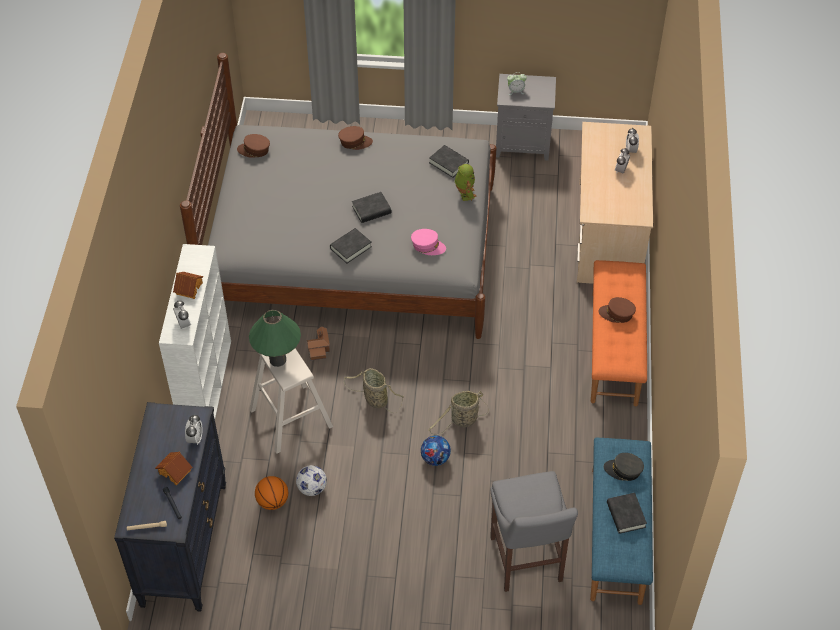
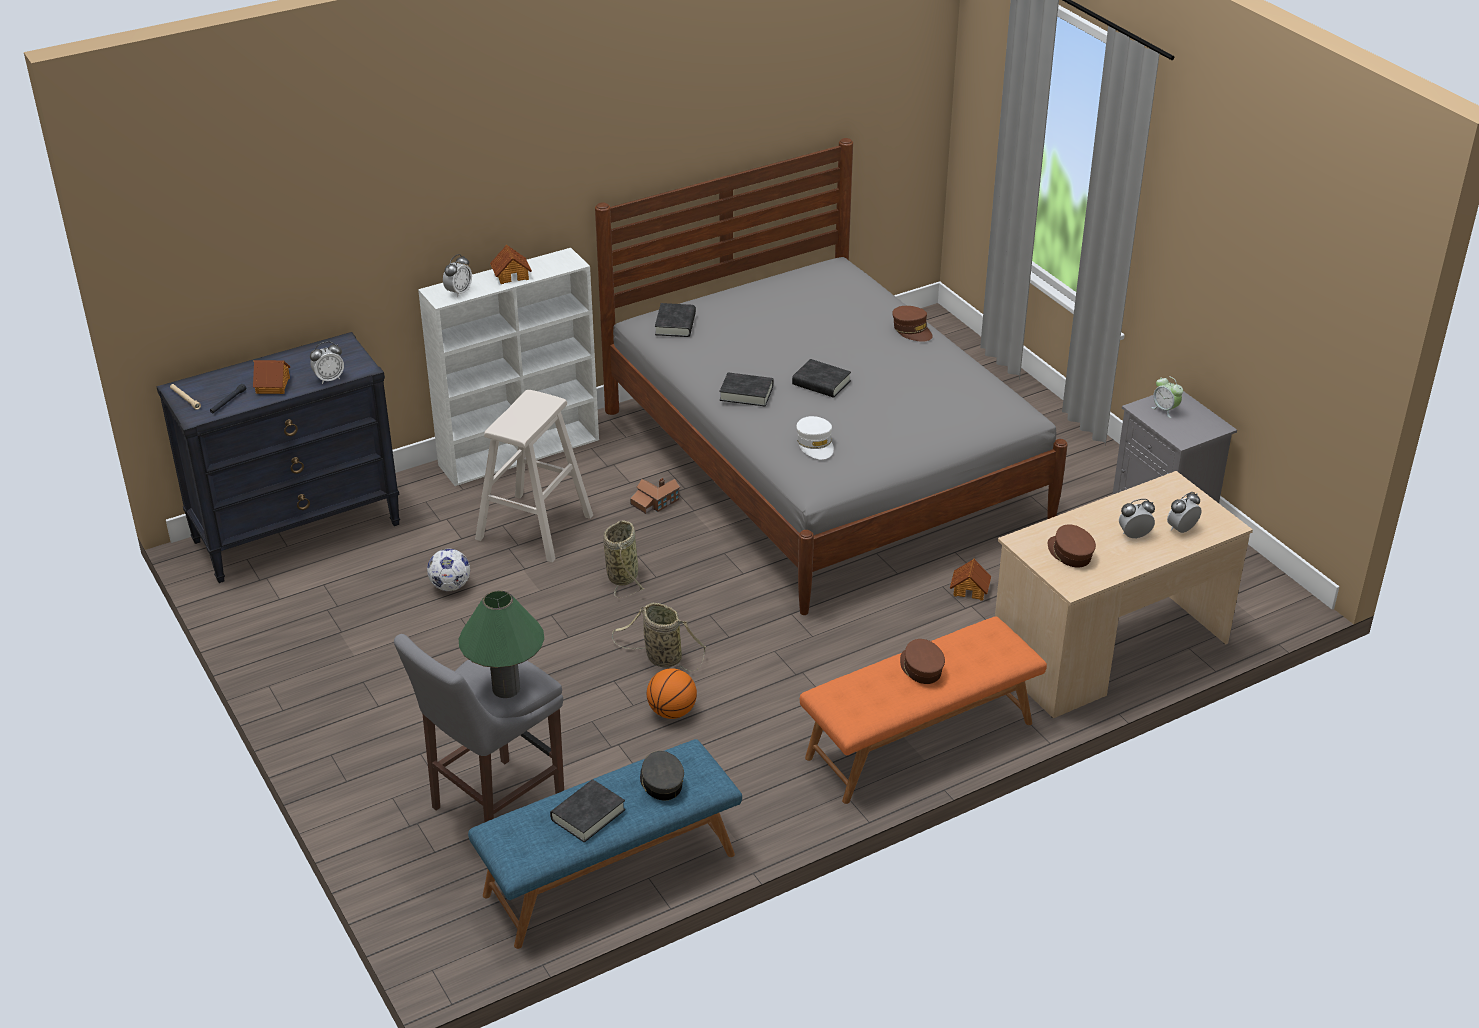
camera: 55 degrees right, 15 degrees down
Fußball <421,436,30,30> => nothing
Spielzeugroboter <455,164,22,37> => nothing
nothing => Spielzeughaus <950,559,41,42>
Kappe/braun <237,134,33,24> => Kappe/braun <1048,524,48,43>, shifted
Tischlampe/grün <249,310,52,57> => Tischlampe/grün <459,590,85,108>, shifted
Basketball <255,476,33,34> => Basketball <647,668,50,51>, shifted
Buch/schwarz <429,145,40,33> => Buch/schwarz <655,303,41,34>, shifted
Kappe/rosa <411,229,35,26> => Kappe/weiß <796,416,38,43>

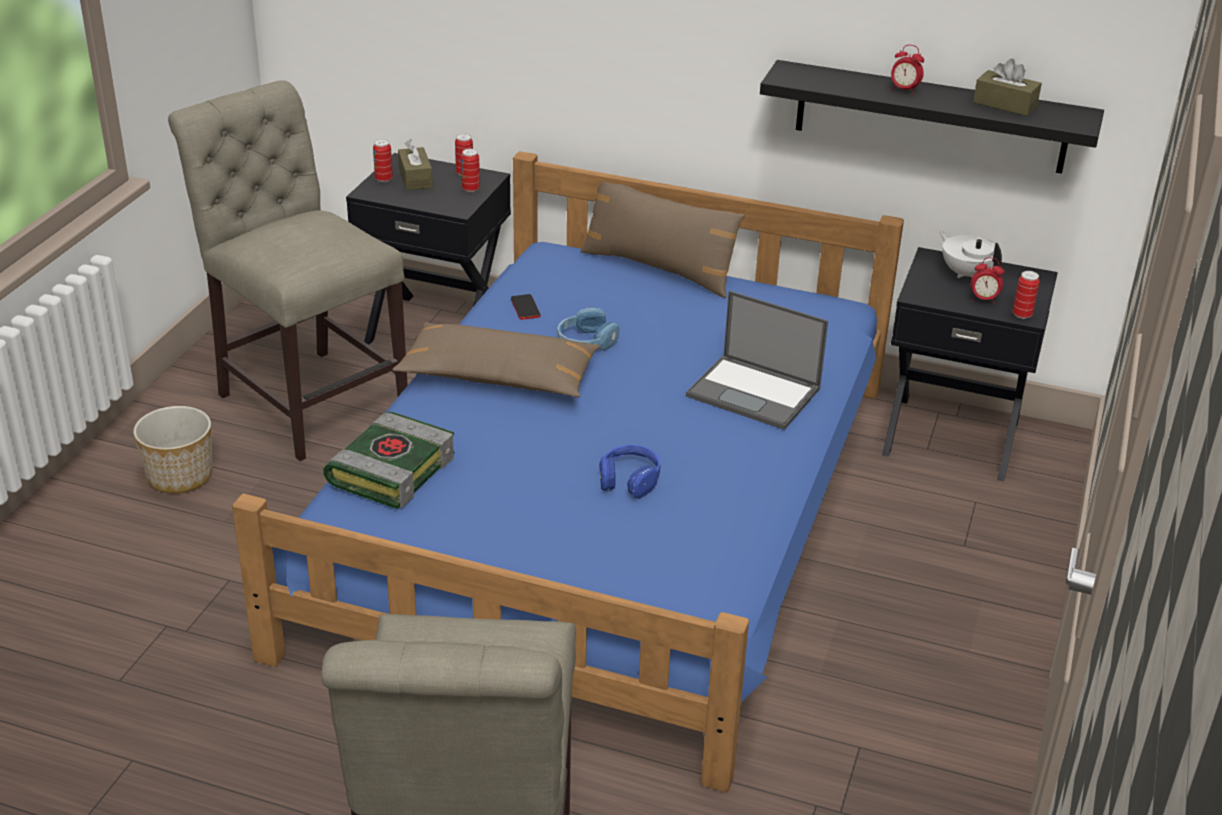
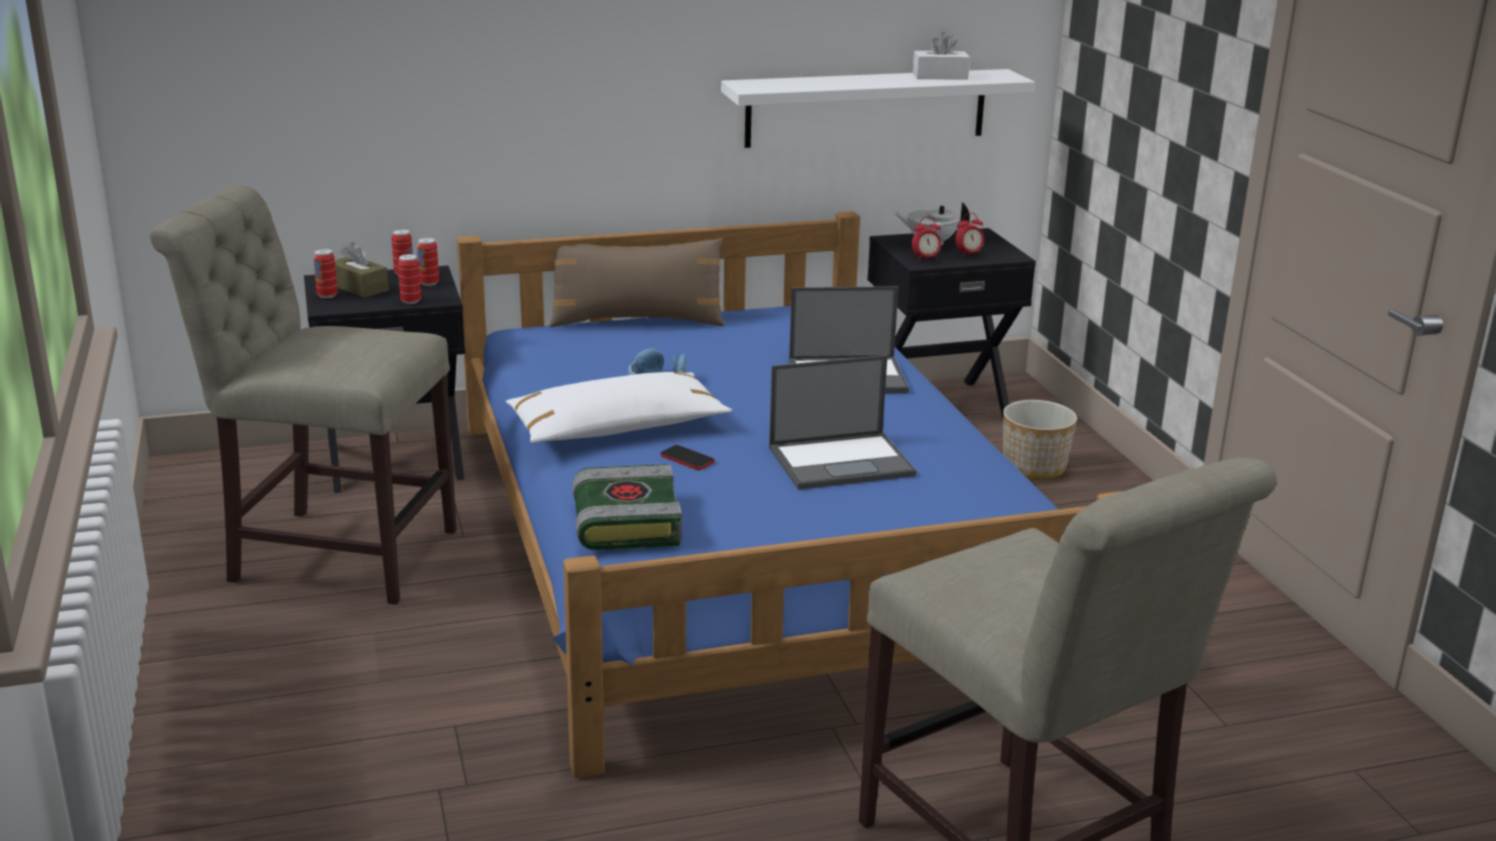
camera: 35 degrees left, 10 degrees down
Pflanzkübel <133,406,80,88> => Pflanzkübel <1003,400,74,80>, shifted
Handy <511,294,29,26> => Handy <660,445,55,25>, shifted
Wecker <891,45,33,49> => Wecker <912,217,29,44>, shifted
Dose <1013,271,27,48> => Dose <398,254,23,50>, shifted
Kopfhörer/blau <599,445,62,54> => Laptop <769,355,148,135>
Kissen/braun <393,322,207,75> => Kissen/weiß <506,372,226,71>
Wandregal/schwarz <760,60,344,114> => Wandregal/weiß <721,69,314,79>
Taschentuchbox/braun <973,58,69,58> => Taschentuchbox/weiß <913,32,57,48>

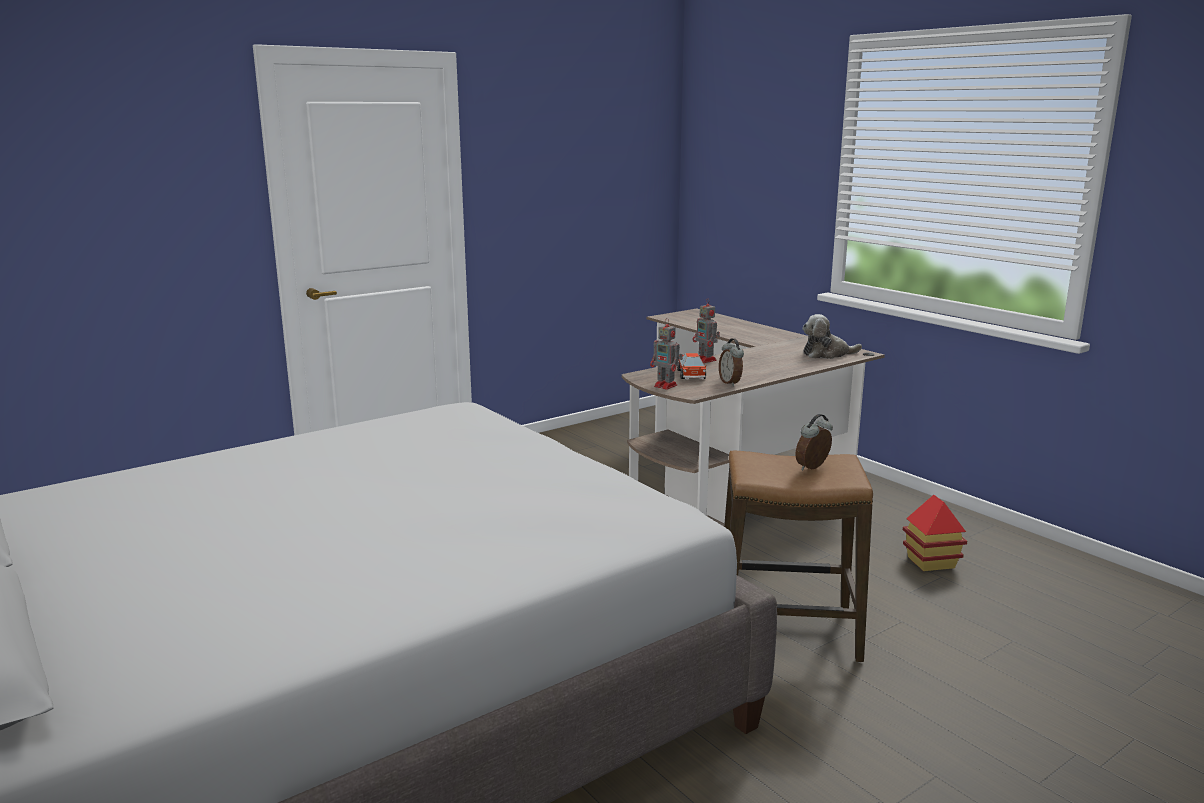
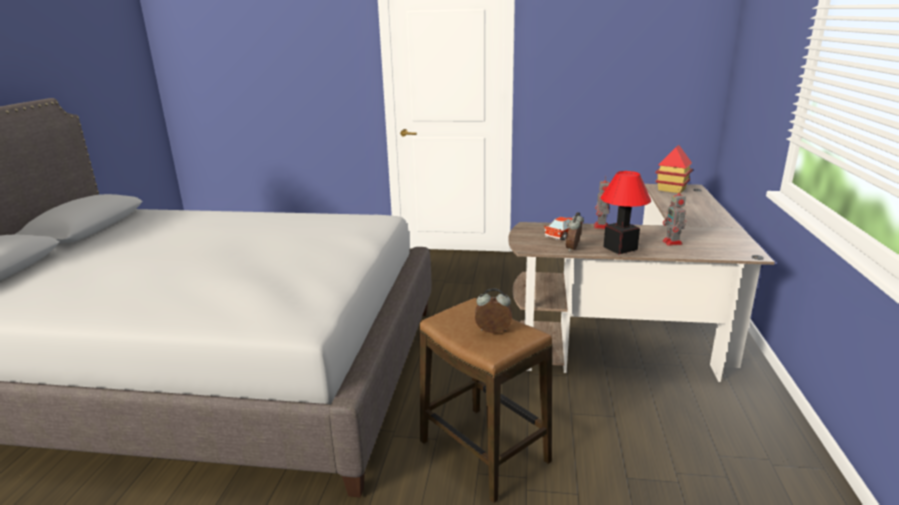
camera: 45 degrees right, 5 degrees up
Plüschtier <802,314,60,45> => nothing
nothing => Tischlampe <601,171,50,83>
Spielzeugroboter <650,318,33,72> => Spielzeugroboter <662,188,24,58>, shifted
Spielzeughaus <903,495,64,76> => Spielzeughaus <656,145,37,48>, shifted

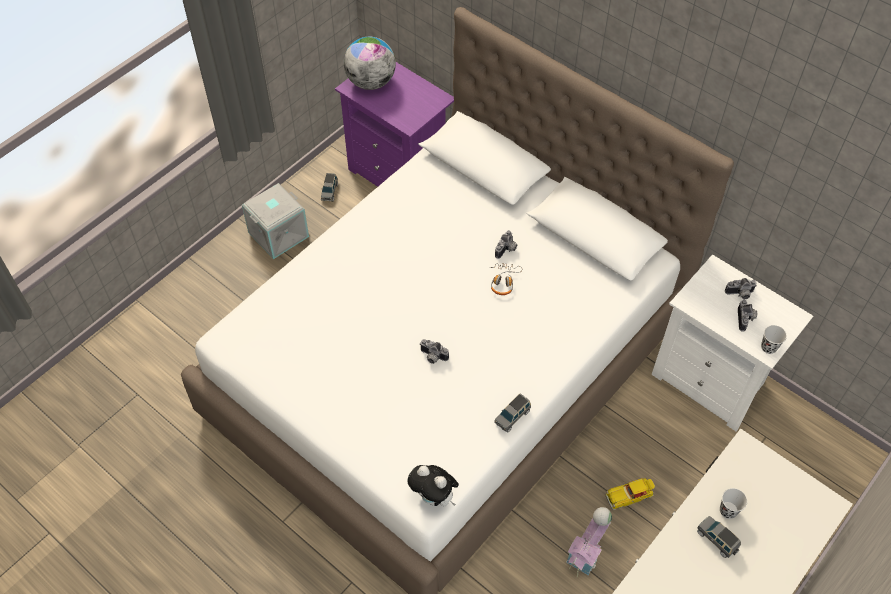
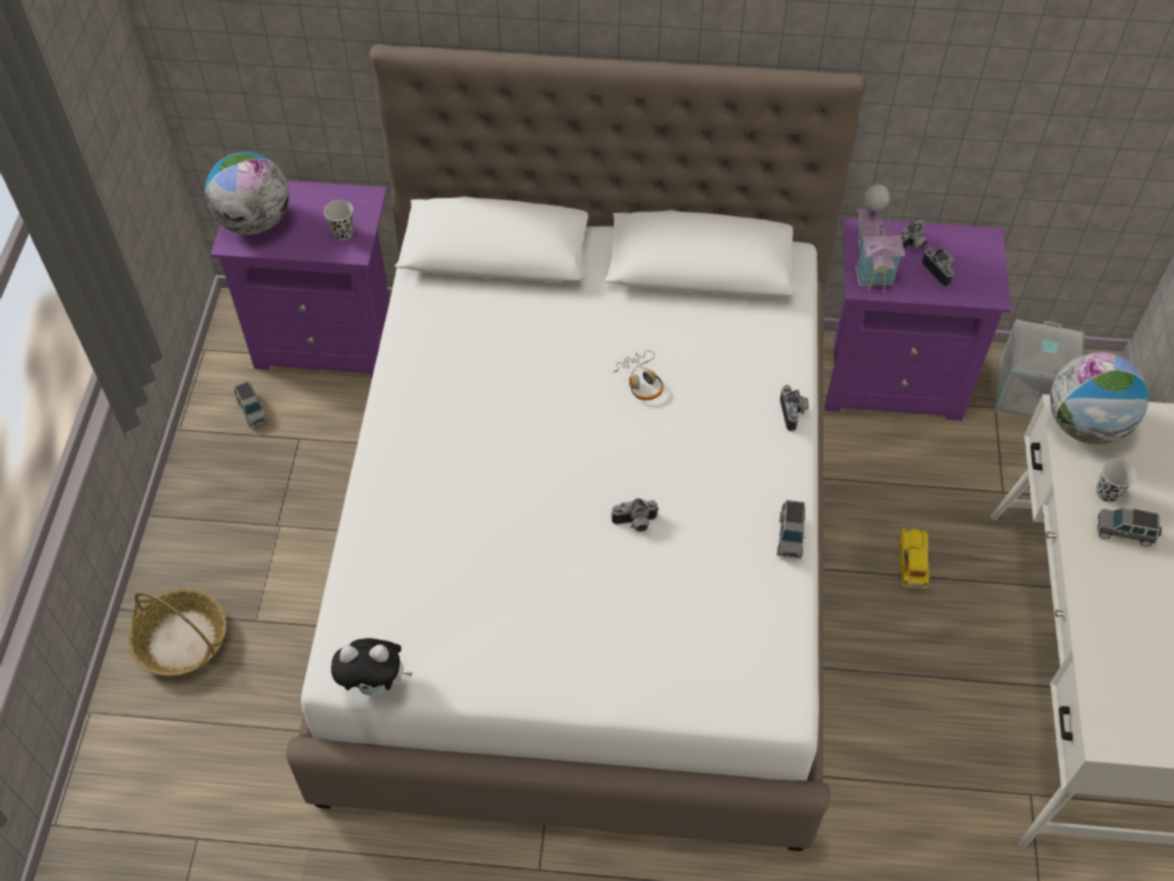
camera: 35 degrees left, 0 degrees up
nothing => Korb <128,588,98,88>
nothing => Globus <1050,352,98,93>
Aufbewahrungsbox/grau <242,183,67,76> => Aufbewahrungsbox/grau <994,319,90,100>, shifted
Plüschtier <408,465,51,41> => Plüschtier <331,638,82,58>, shifted
Kamera <495,230,22,29> => Kamera <780,385,29,47>, shifted
Spielzeughaus <566,507,46,71> => Spielzeughaus <855,184,50,109>, shifted
Tasse/schwarz <761,325,26,29> => Tasse/schwarz <324,200,29,40>, shifted
Nachttisch/weiß <652,254,161,177> => Nachttisch/lila <824,218,187,203>
Spielzeugauto <606,478,49,32> => Spielzeugauto <899,528,33,61>, 150 degrees clockwise

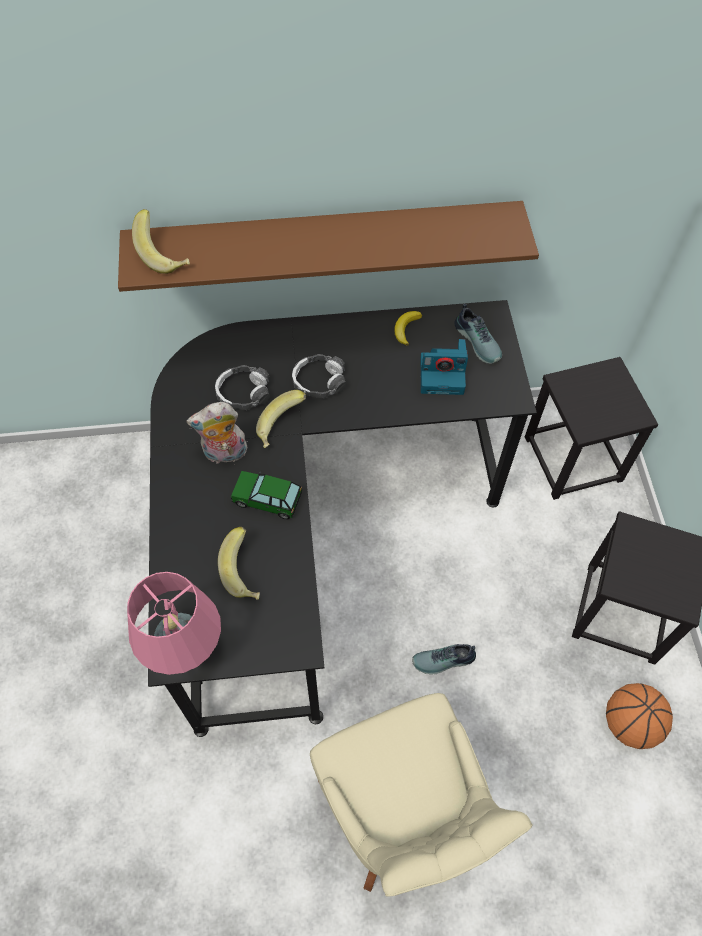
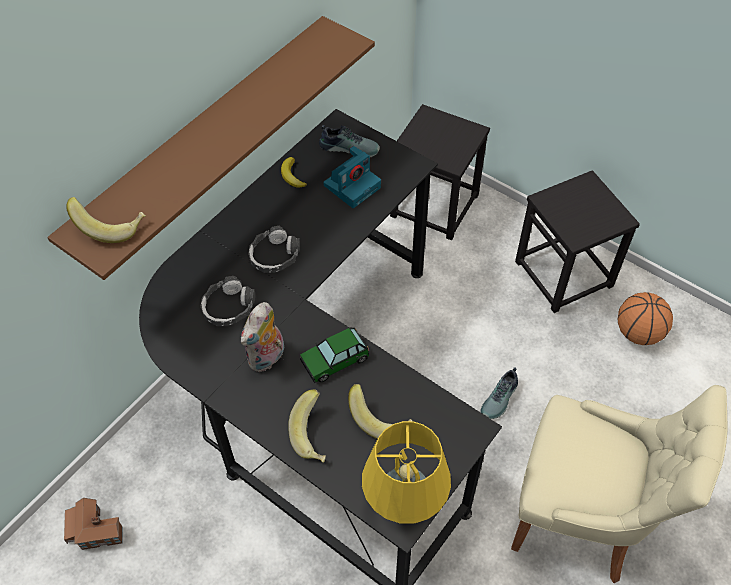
camera: 45 degrees left, 5 degrees down
nothing => Spielzeughaus <64,498,59,52>
Banane <256,390,50,58> => Banane <288,389,38,74>, shifted
Tischlampe/rosa <127,572,94,103> => Tischlampe/gelb <362,421,89,103>

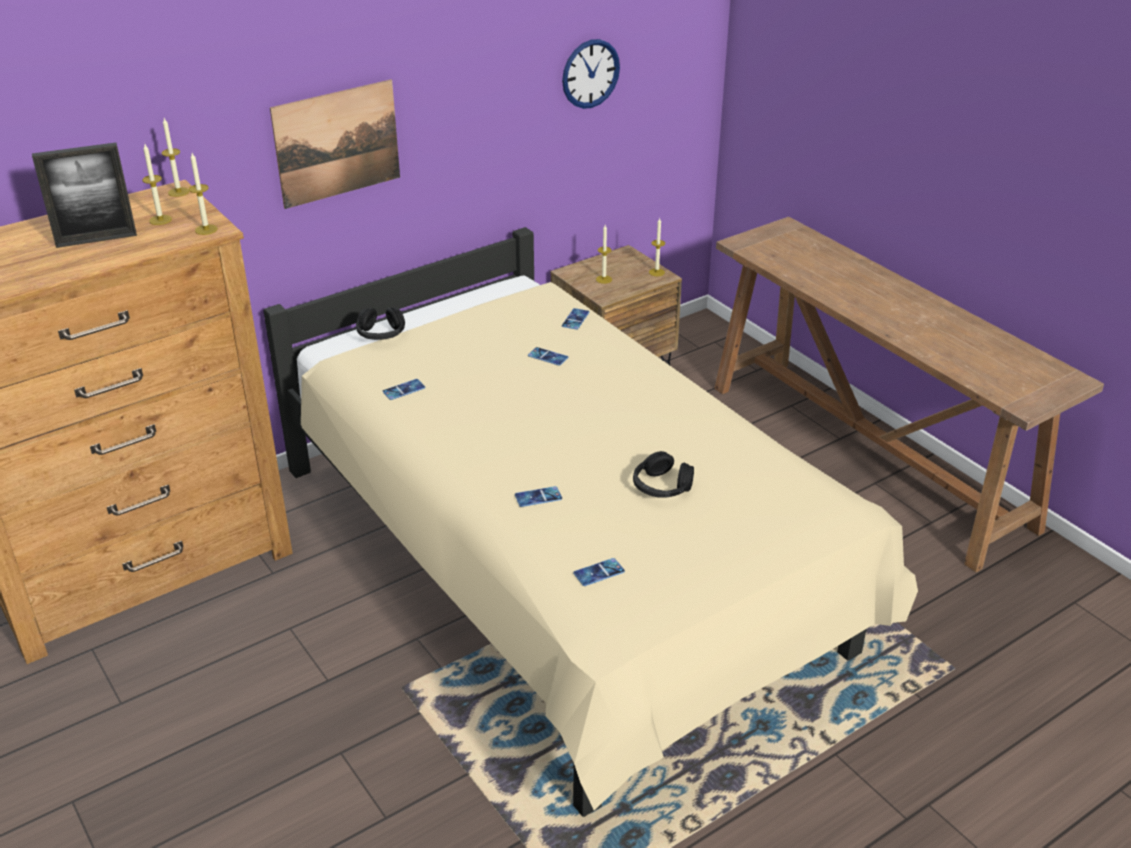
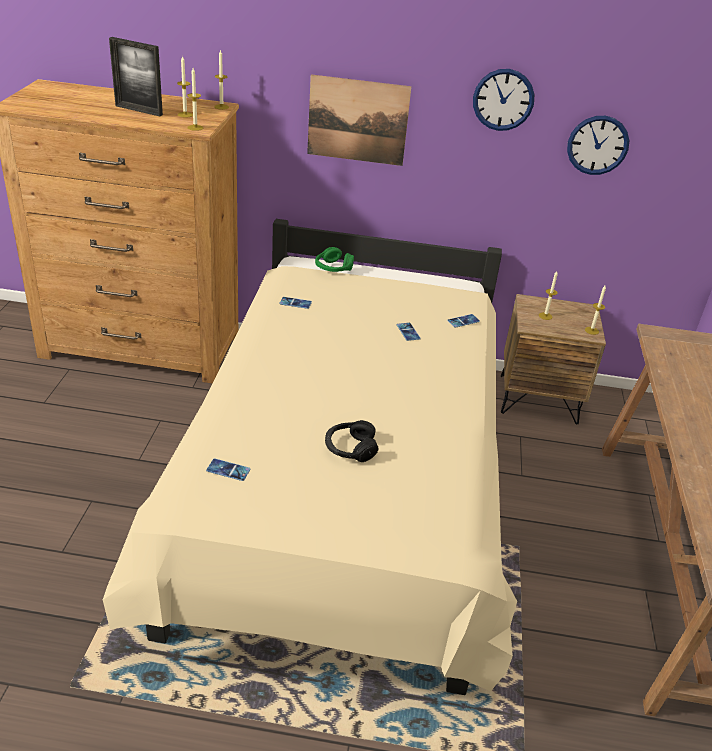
camera: 40 degrees right, 0 degrees up
Handy <515,486,47,21> => nothing
nothing => Wanduhr <473,69,61,62>
Kopfhörer/schwarz <356,307,49,33> => Kopfhörer/grün <315,247,39,25>

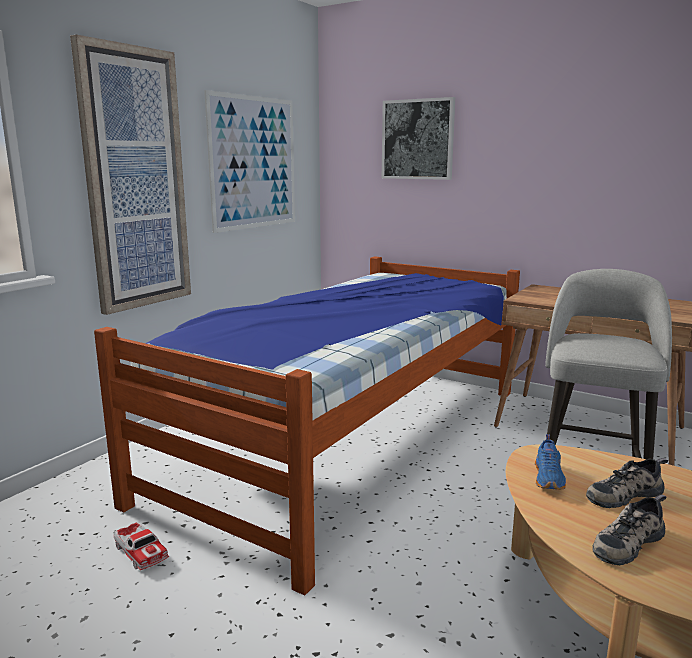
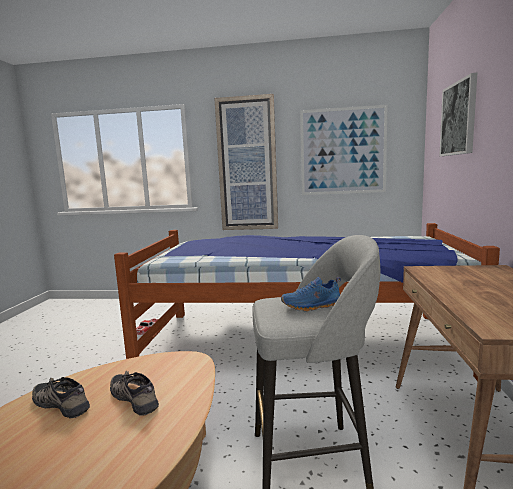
camera: 65 degrees right, 5 degrees down
Schuh/blau <535,434,31,56> => Schuh/blau <281,277,60,34>, shifted

